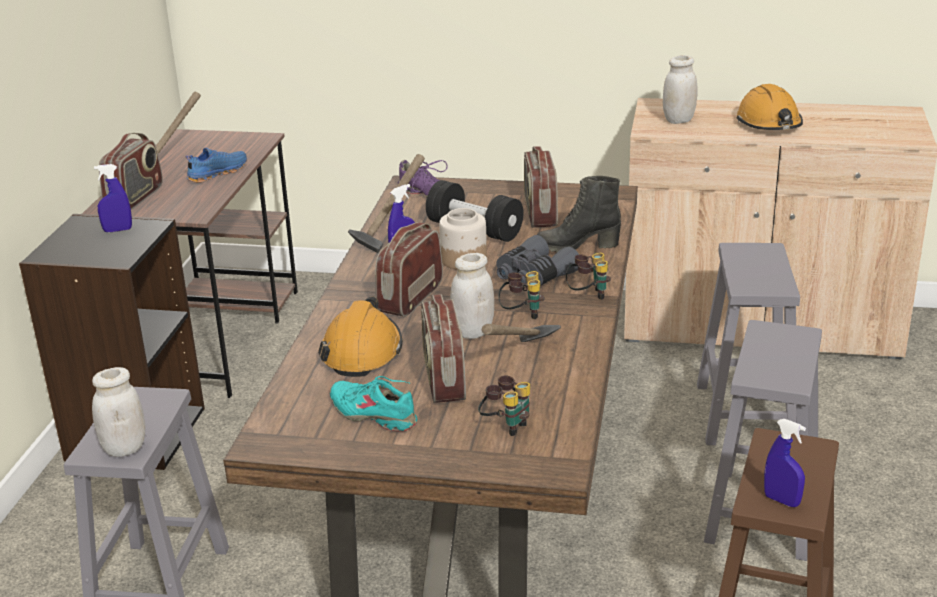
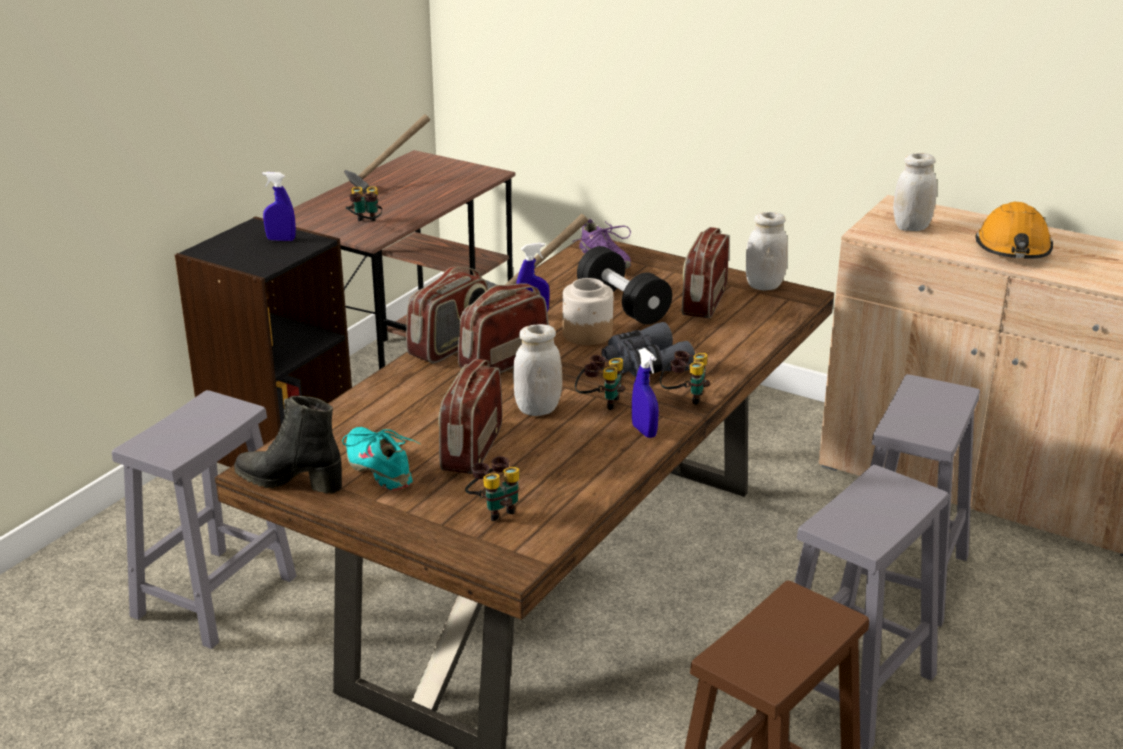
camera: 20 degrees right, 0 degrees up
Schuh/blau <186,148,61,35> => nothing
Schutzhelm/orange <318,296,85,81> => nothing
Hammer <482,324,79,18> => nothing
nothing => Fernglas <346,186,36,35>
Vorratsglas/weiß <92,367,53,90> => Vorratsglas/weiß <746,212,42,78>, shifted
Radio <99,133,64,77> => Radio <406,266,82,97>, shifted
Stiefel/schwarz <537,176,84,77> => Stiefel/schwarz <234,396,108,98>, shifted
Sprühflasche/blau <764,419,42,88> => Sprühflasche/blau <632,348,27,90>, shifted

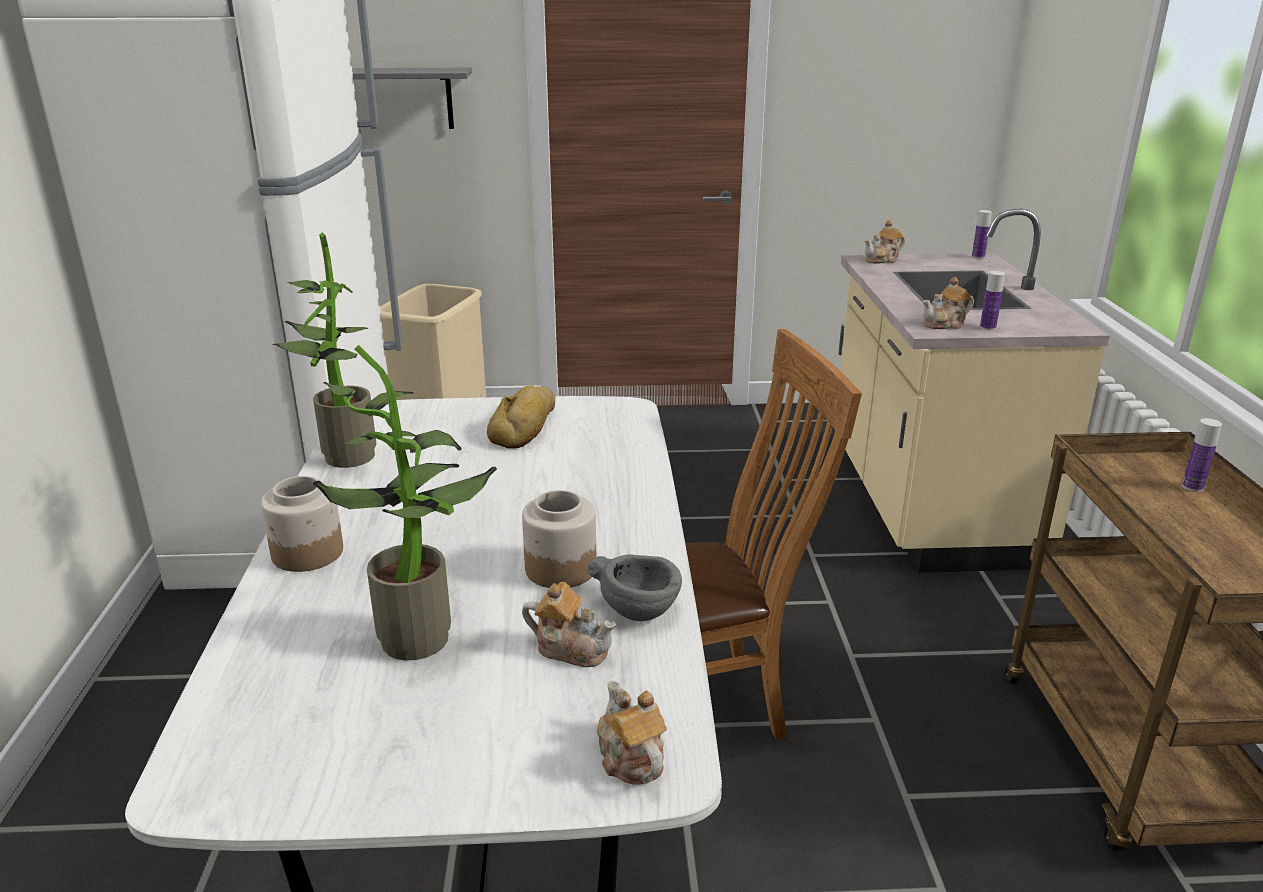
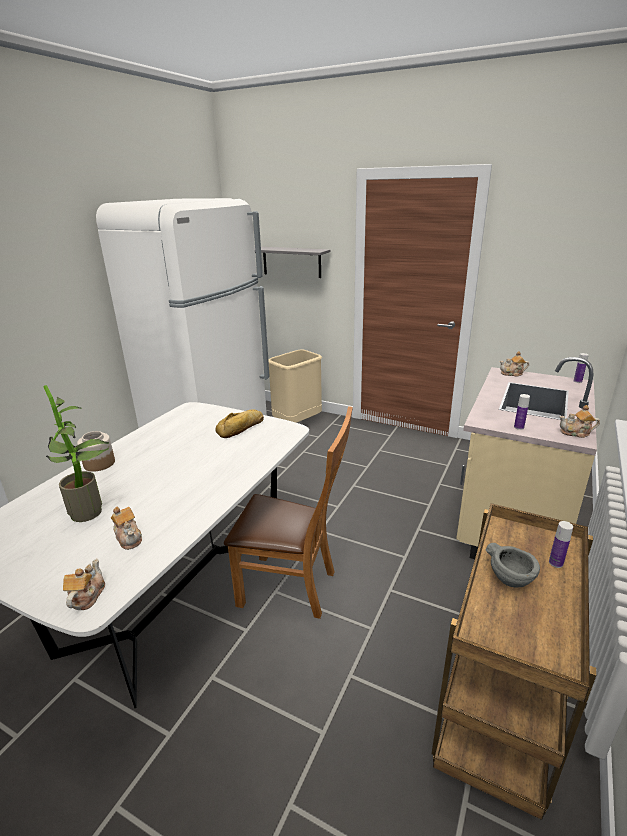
camera: 30 degrees right, 0 degrees up
Topfpflanze <272,232,105,236> => nothing
Vorratsglas <522,490,74,98> => nothing
Schüssel/grau <587,554,95,67> => Schüssel/grau <486,543,54,45>, shifted
Teekanne <922,277,52,52> => Teekanne <559,405,41,33>, shifted

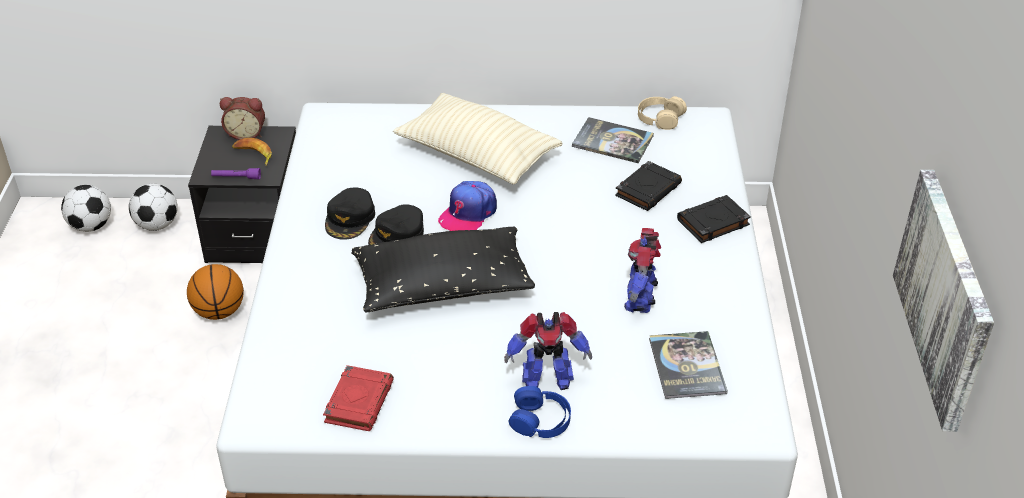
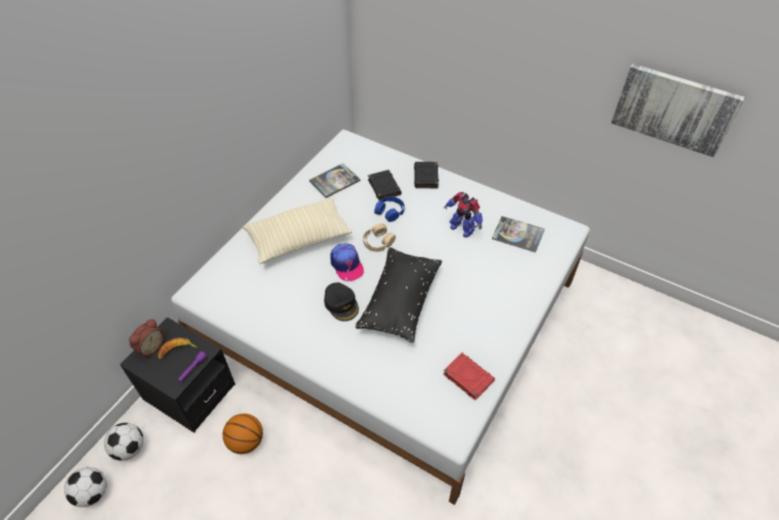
camera: 60 degrees left, 10 degrees up
Kappe/schwarz <325,188,50,52> => nothing
Spielzeugroboter <504,312,88,78> => nothing
Kopfhörer/blau <509,386,62,52> => Kopfhörer/blau <374,196,31,26>, shifted
Kopfhörer/beige <638,96,49,34> => Kopfhörer/beige <363,223,33,29>, shifted

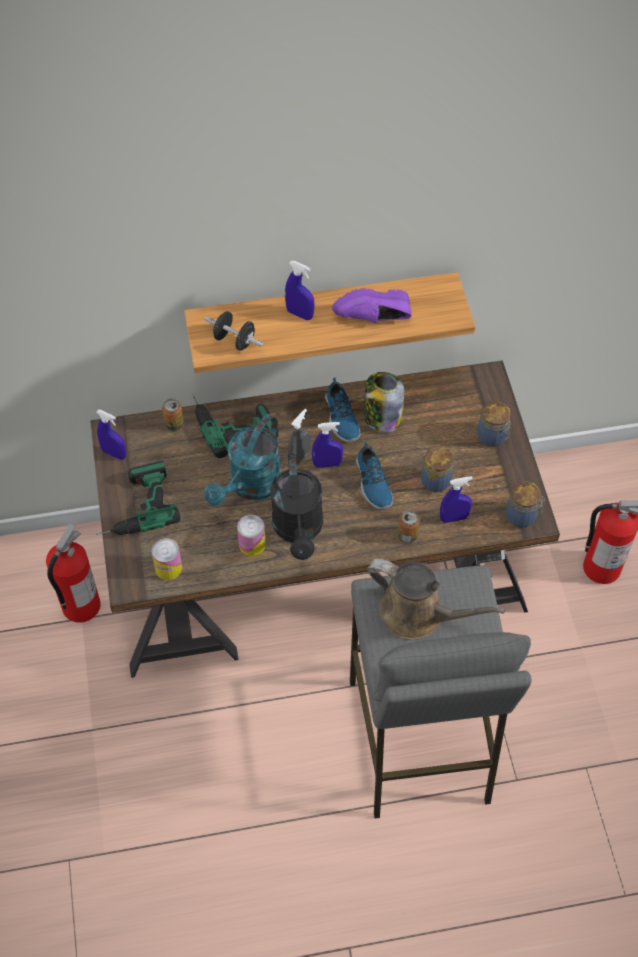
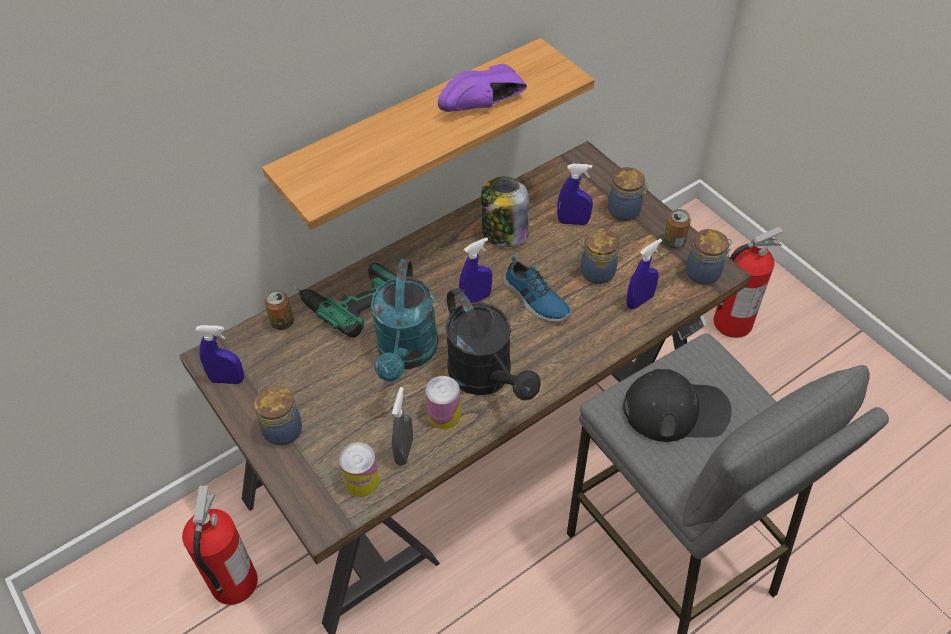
camera: 25 degrees left, 5 degrees down
Hantel/schwarz <205,311,58,40> => nothing
Schuh <325,378,36,64> => nothing
Sprühflasche/blau <285,261,29,59> => Sprühflasche/blau <557,164,36,61>, shifted
Sprühflasche/grau <288,409,23,56> => Sprühflasche/grau <392,387,21,79>, shifted
Dose <398,510,22,33> => Dose <664,209,27,40>, shifted
Bohrmaschine <96,461,84,74> => Vorratsglas <254,386,48,60>
Gießkanne/braun <367,559,138,81> => Kappe/schwarz <623,369,109,73>

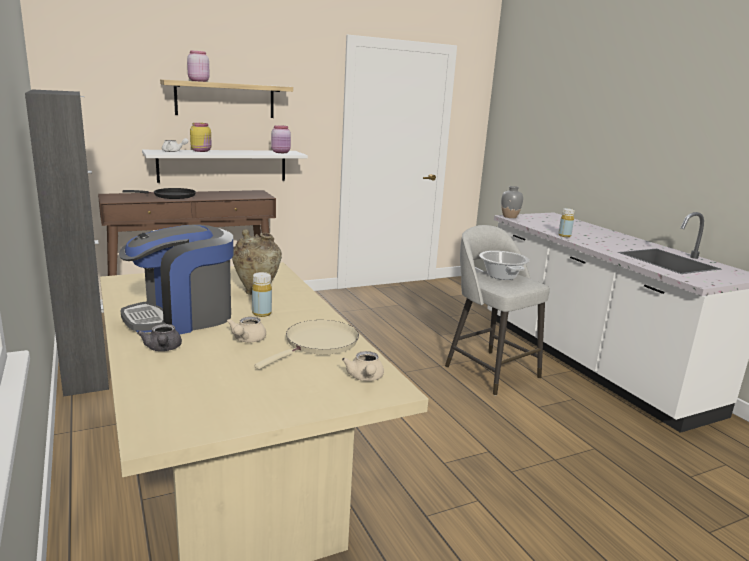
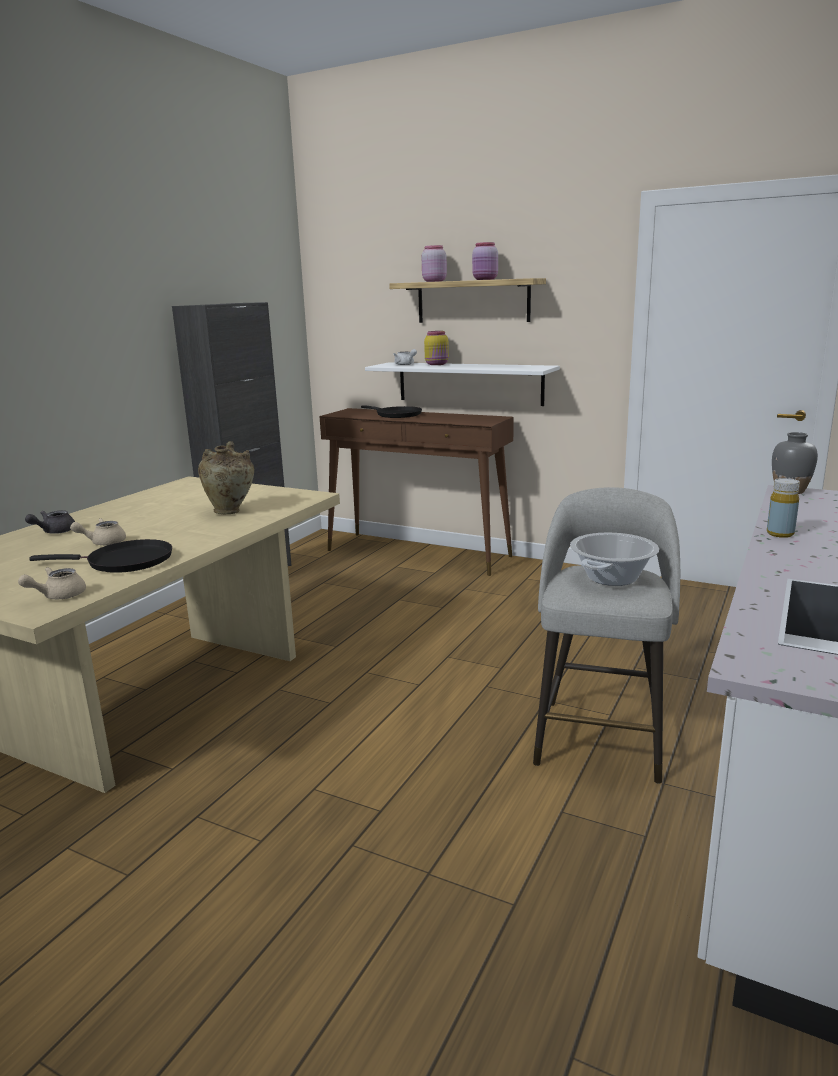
camera: 55 degrees right, 0 degrees up
Kaffeemaschine <119,224,114,111> => nothing
Flasche/gelb <252,272,20,45> => nothing
Vorratsglas/rosa <271,125,20,28> => Vorratsglas/rosa <472,242,26,38>, shifted
Pfanne/beige <254,320,105,49> => Pfanne/schwarz <29,539,143,34>

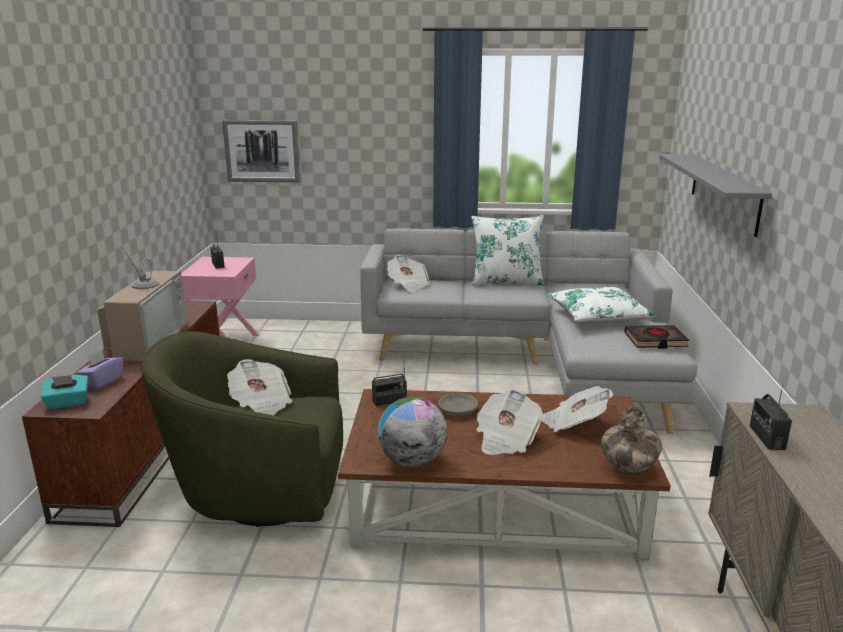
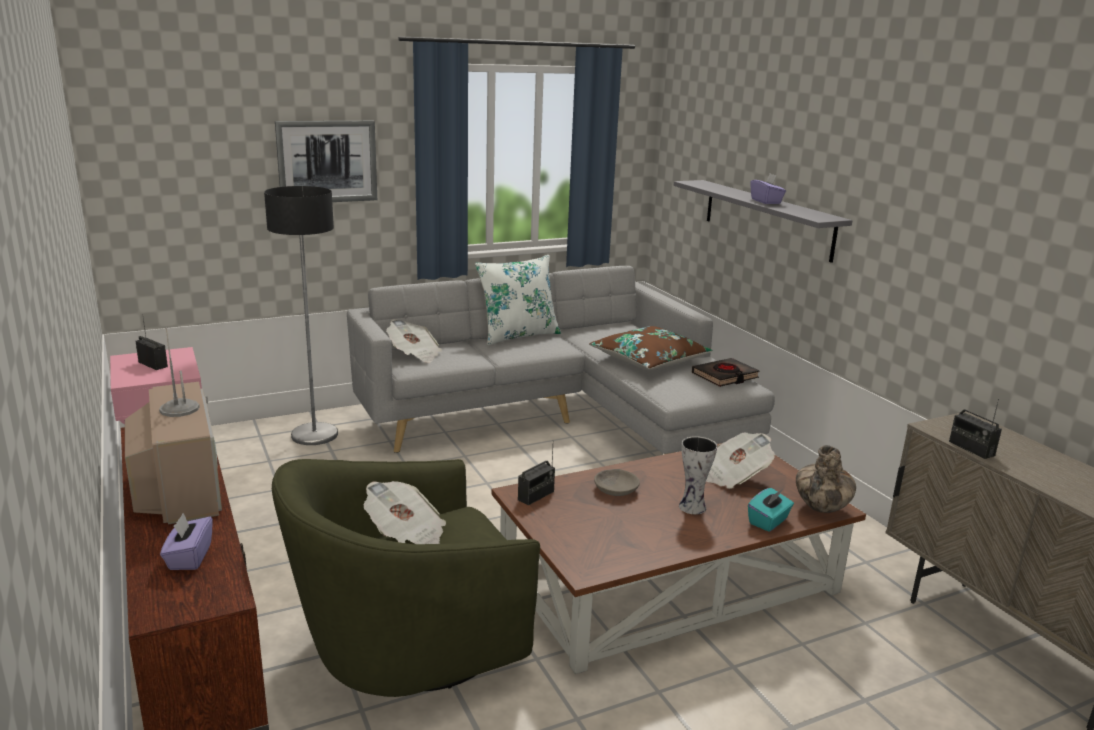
camera: 30 degrees left, 0 degrees up
Globus <378,397,69,70> => nothing
nothing => Stehlampe <264,186,74,259>
nothing => Taschentuchbox/lila <750,174,36,30>
Taschentuchbox/türkis <41,375,47,34> => Taschentuchbox/türkis <748,488,46,44>, shifted
Bild <222,120,78,62> => Bild <275,121,102,81>, shifted
Zeitung <476,389,67,66> => Vase <679,436,38,78>
Kissen/weiß <548,287,109,37> => Kissen/braun <589,326,123,44>

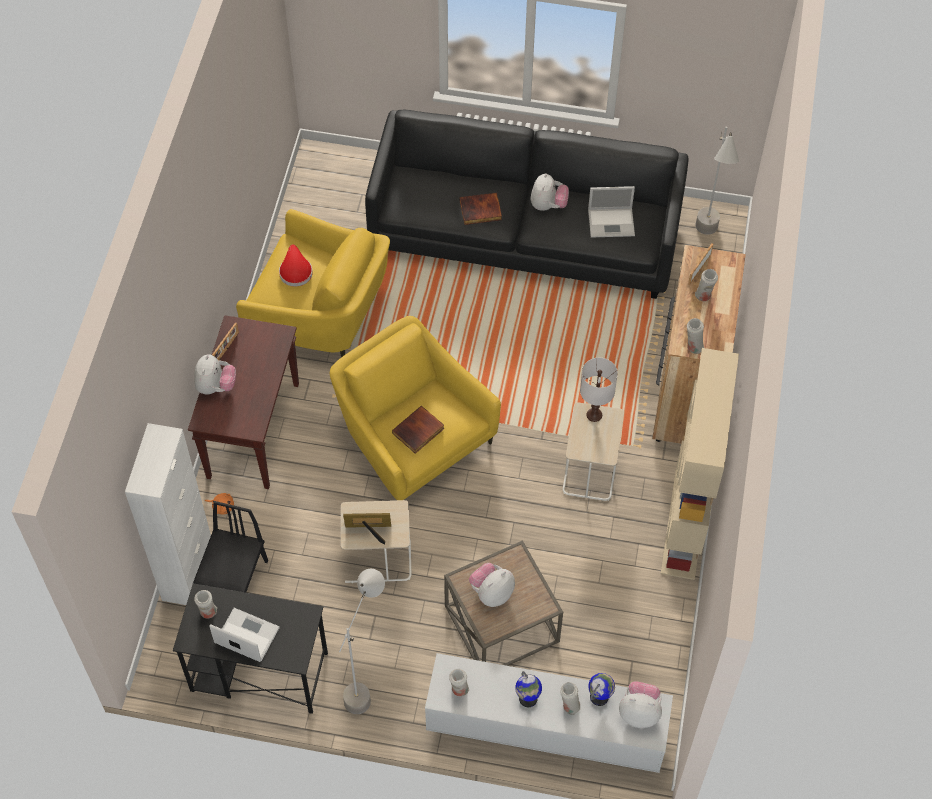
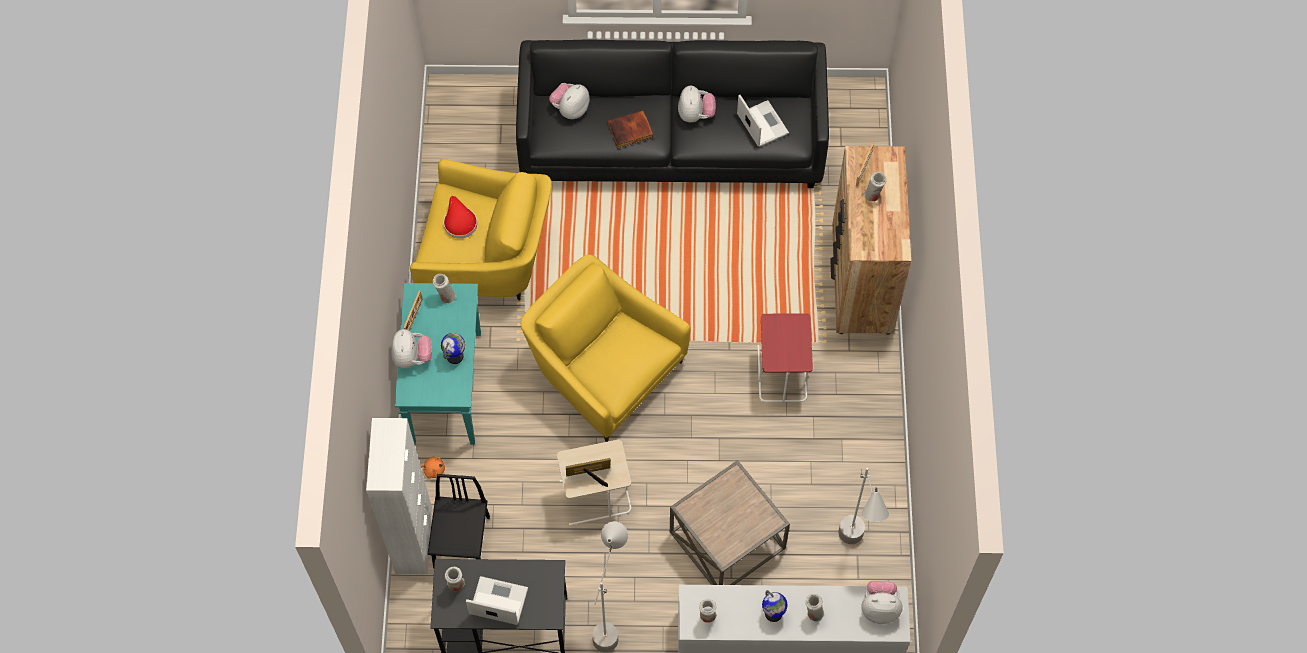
camera: 10 degrees left, 5 degrees up
Buch <392,406,52,48> => nothing
Tischlampe/weiß <580,358,38,64> => nothing
Bücherregal/beige <661,348,78,232> => nothing
Plüschtier <469,563,46,44> => Plüschtier <549,83,40,36>, shifted
Globus <588,673,27,33> => Globus <441,333,24,31>, shifted
Vase/weiß <687,318,17,36> => Vase/weiß <433,274,23,30>, shifted
Stehlampe/grau <696,126,43,109> => Stehlampe/grau <838,468,51,76>, shifted
Konsolentisch/braun <188,315,111,174> => Konsolentisch/türkis <395,283,86,162>
Beistelltisch/beige <563,403,61,98> => Beistelltisch/rot <757,313,56,89>
Laptop <588,186,47,52> => Laptop <737,95,52,52>, 105 degrees counterclockwise

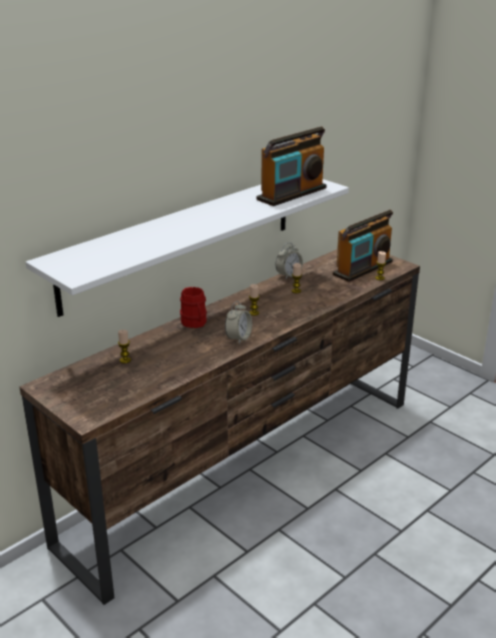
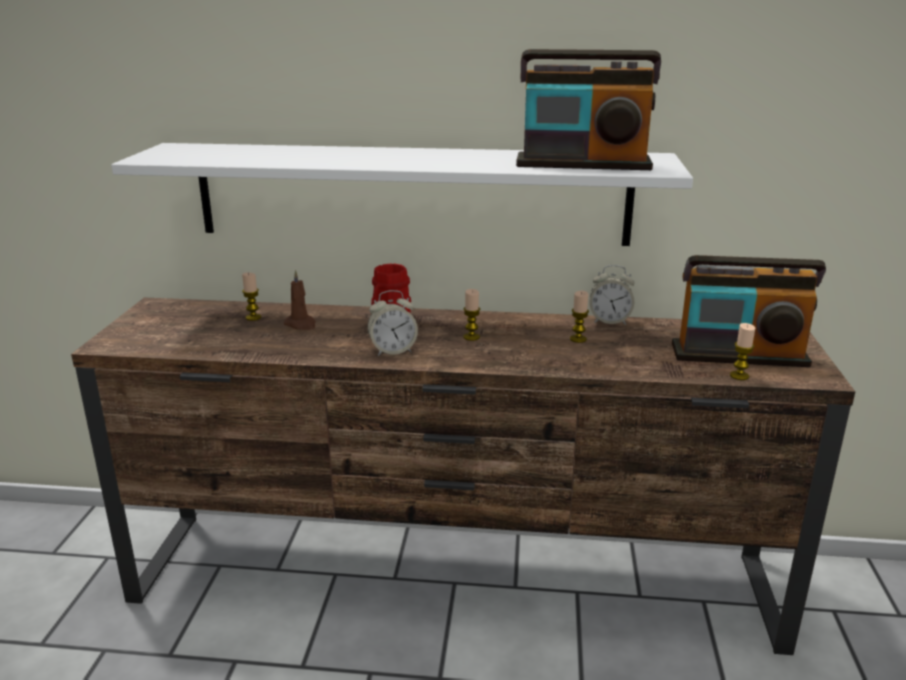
camera: 50 degrees right, 5 degrees down
nothing => Kerze/braun <284,270,31,60>

